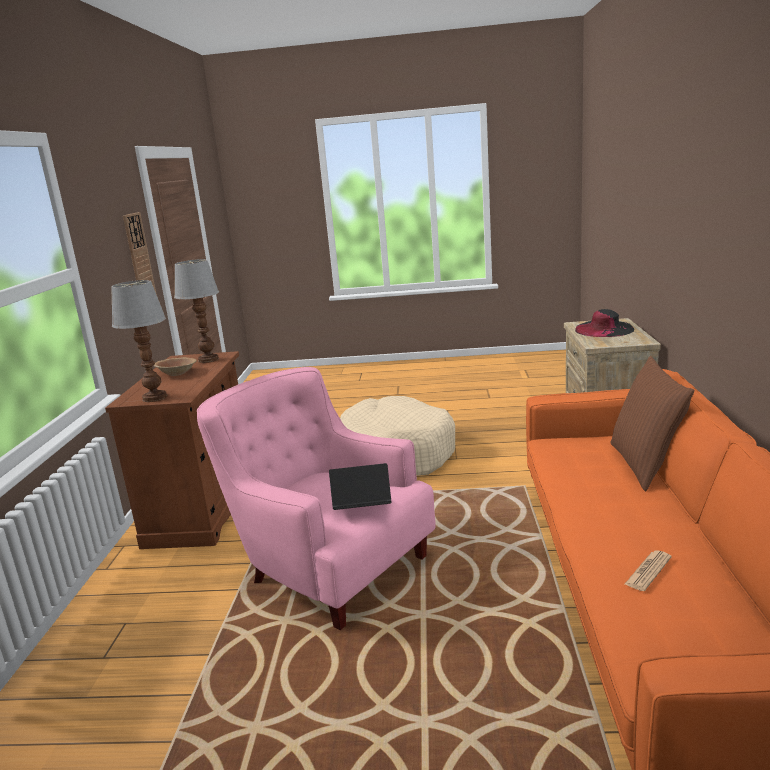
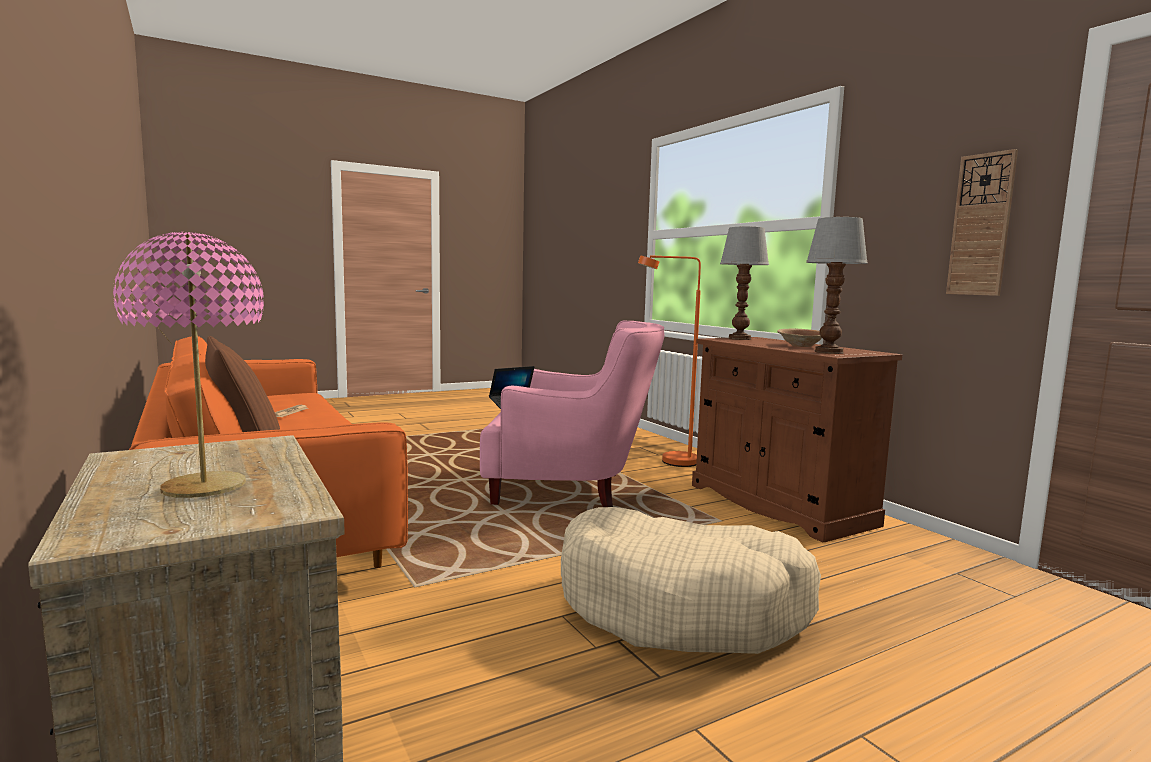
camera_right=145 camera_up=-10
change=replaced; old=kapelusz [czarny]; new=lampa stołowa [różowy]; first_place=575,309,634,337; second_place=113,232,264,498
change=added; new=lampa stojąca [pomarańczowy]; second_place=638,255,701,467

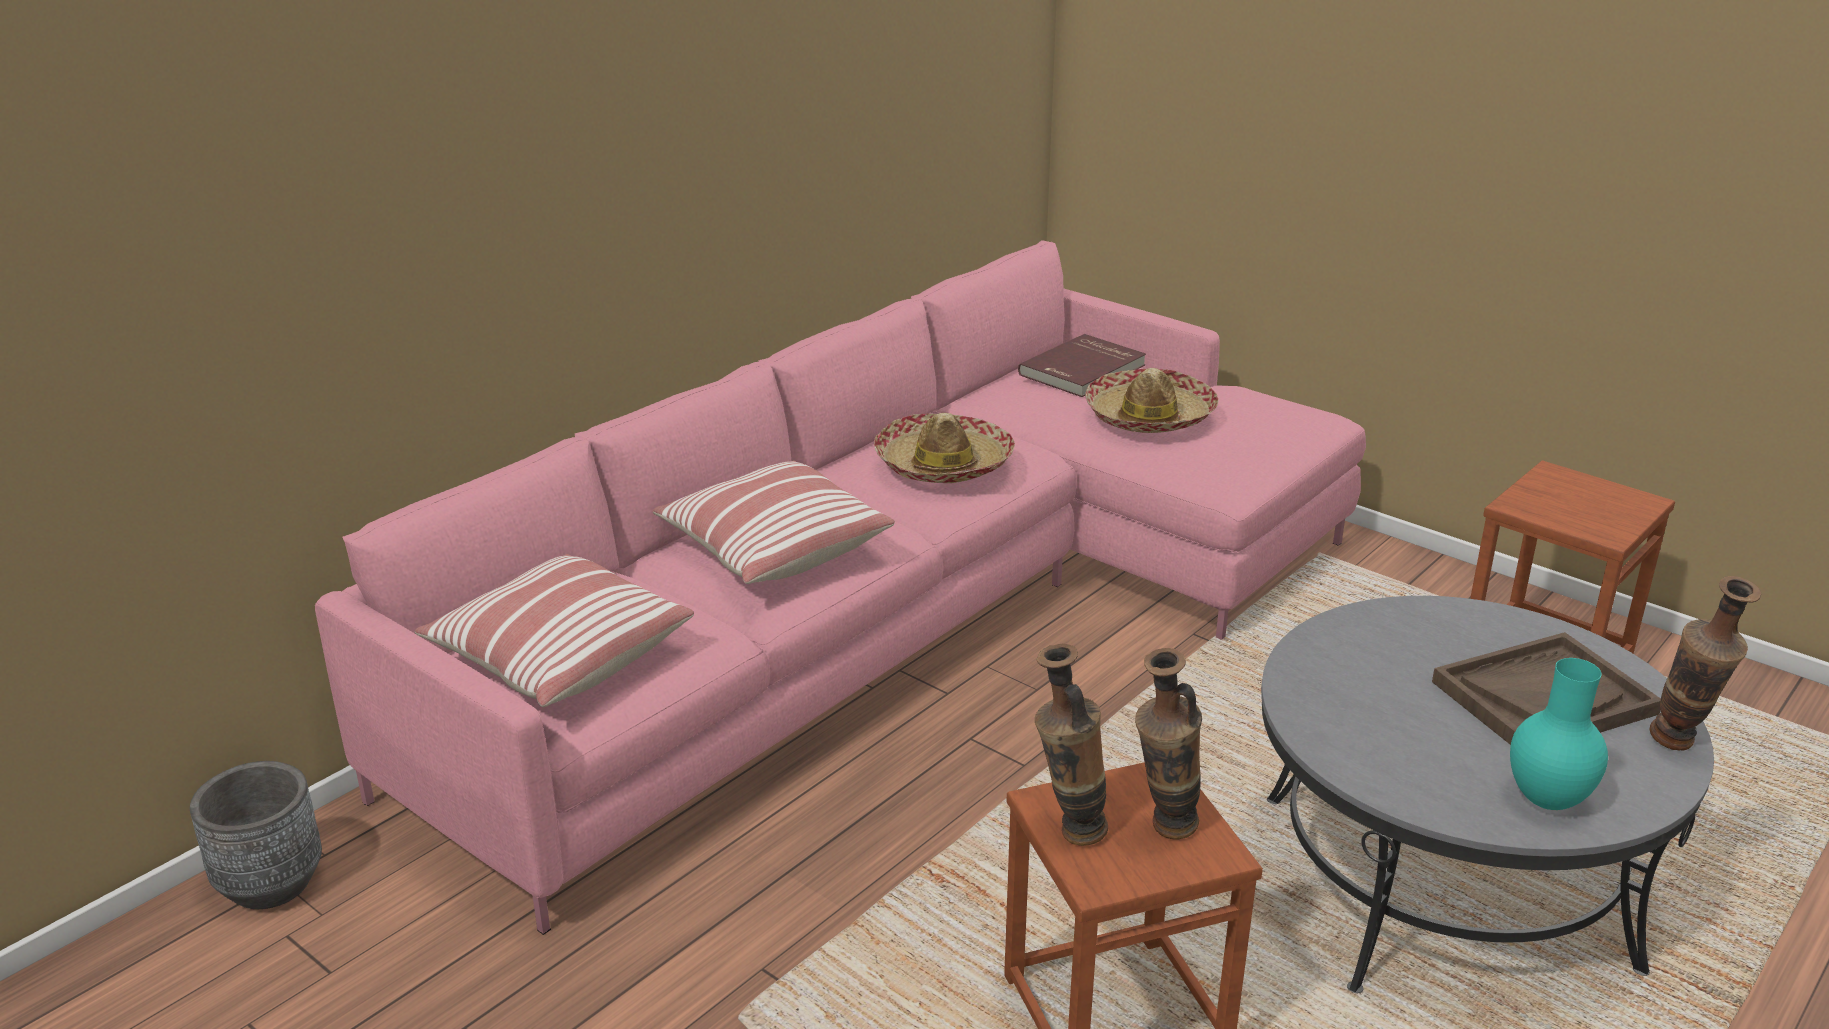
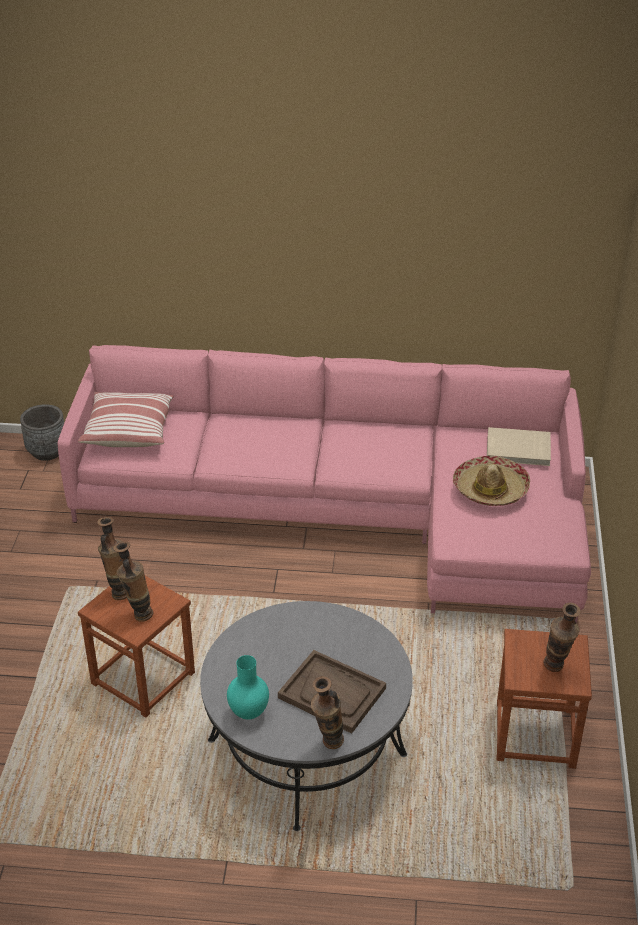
camera_right=55 camera_up=10
change=recoloured; old=książka [czerwony]; new=książka [beżowy]; first_place=1018,334,1146,397; second_place=487,427,551,466
change=removed; old=kapelusz; first_place=874,413,1015,483
change=removed; old=poduszka; first_place=653,461,895,584
change=added; new=wazon; second_place=544,602,581,672

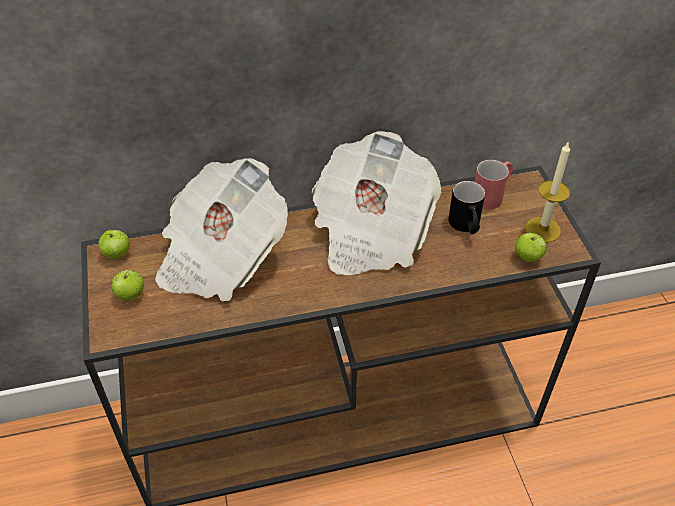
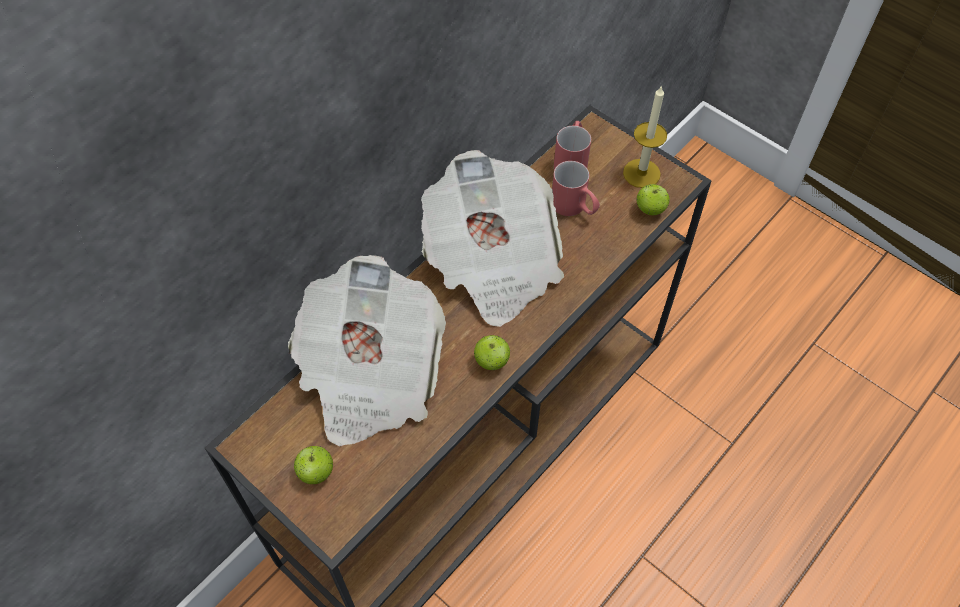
camera_right=-35 camera_up=10
change=recoloured; old=kubek [czarny]; new=kubek [czerwony]; first_place=448,181,485,234; second_place=552,161,600,216
change=moved; old=jabłko; first_place=98,230,130,259; second_place=474,335,510,370

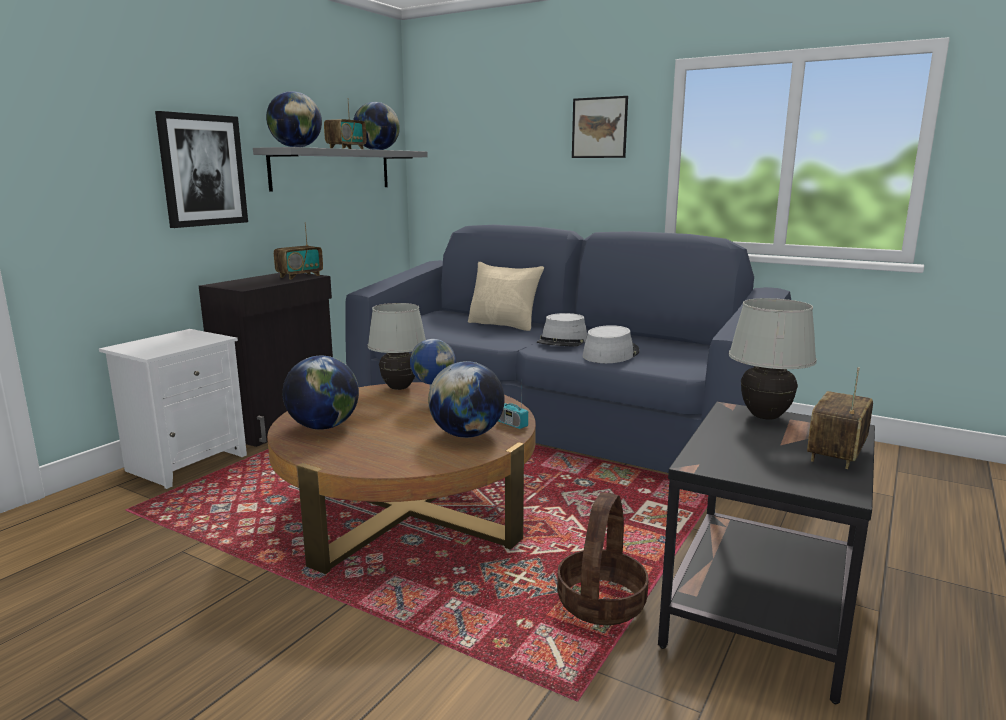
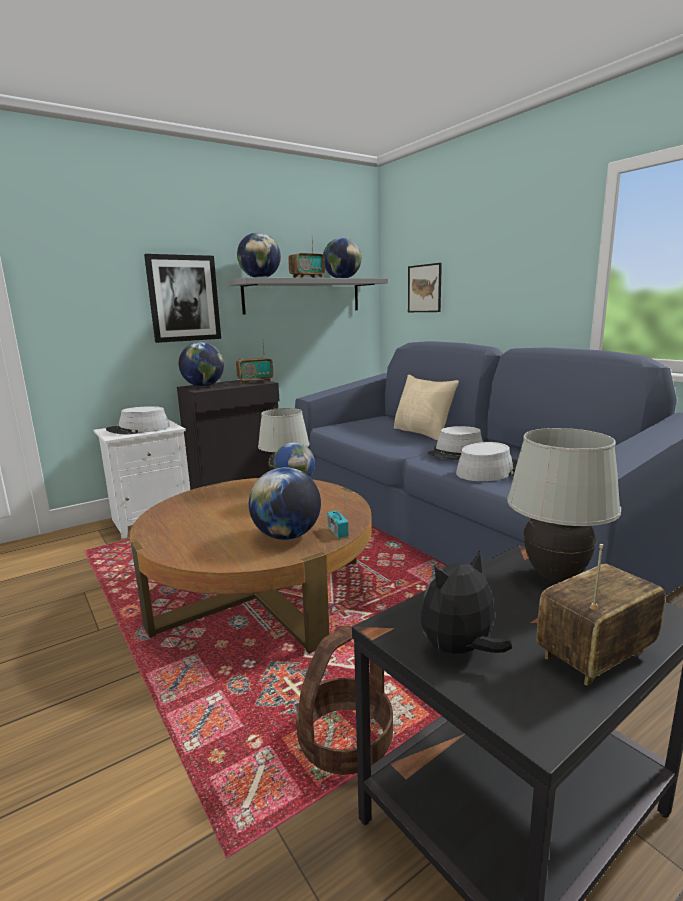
camera_right=25 camera_up=0
change=moved; old=obraz; first_place=572,96,628,158; second_place=408,263,442,312
change=moved; old=globus; first_place=282,356,359,429; second_place=179,342,224,387
change=added; new=kapelusz [szary]; second_place=106,406,170,435
change=added; new=pluszak; second_place=421,550,512,654

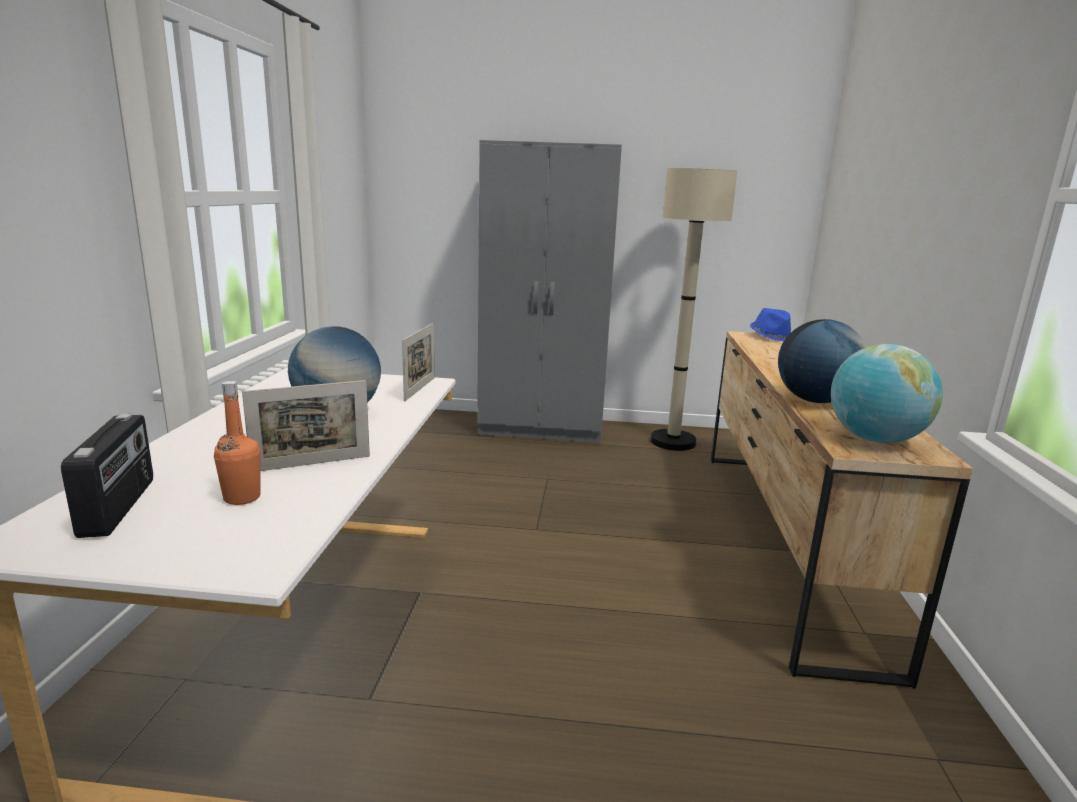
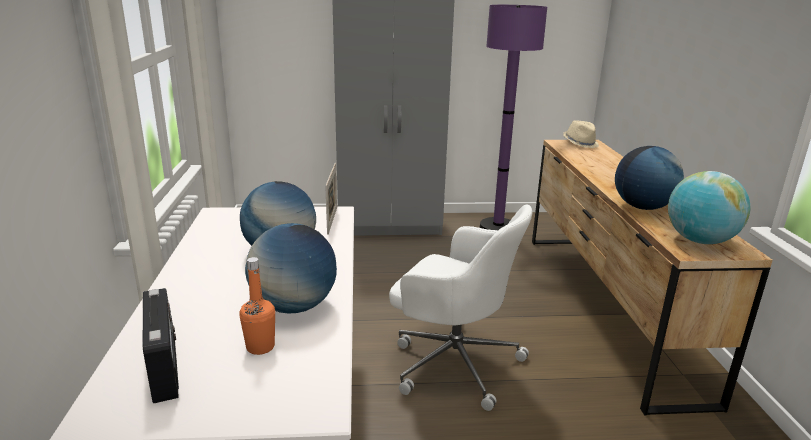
camera_right=-10 camera_up=5
change=recoloured; old=lampa stojąca [beżowy]; new=lampa stojąca [fioletowy]; first_place=650,168,737,451; second_place=480,5,547,230
change=recoloured; old=kapelusz [niebieski]; new=kapelusz [beżowy]; first_place=750,308,791,341; second_place=563,120,599,148
change=replaced; old=ramka na zdjęcie; new=globus; first_place=242,380,370,471; second_place=245,223,337,314
change=added; new=krzesło biurowe [biały]; second_place=389,205,532,411

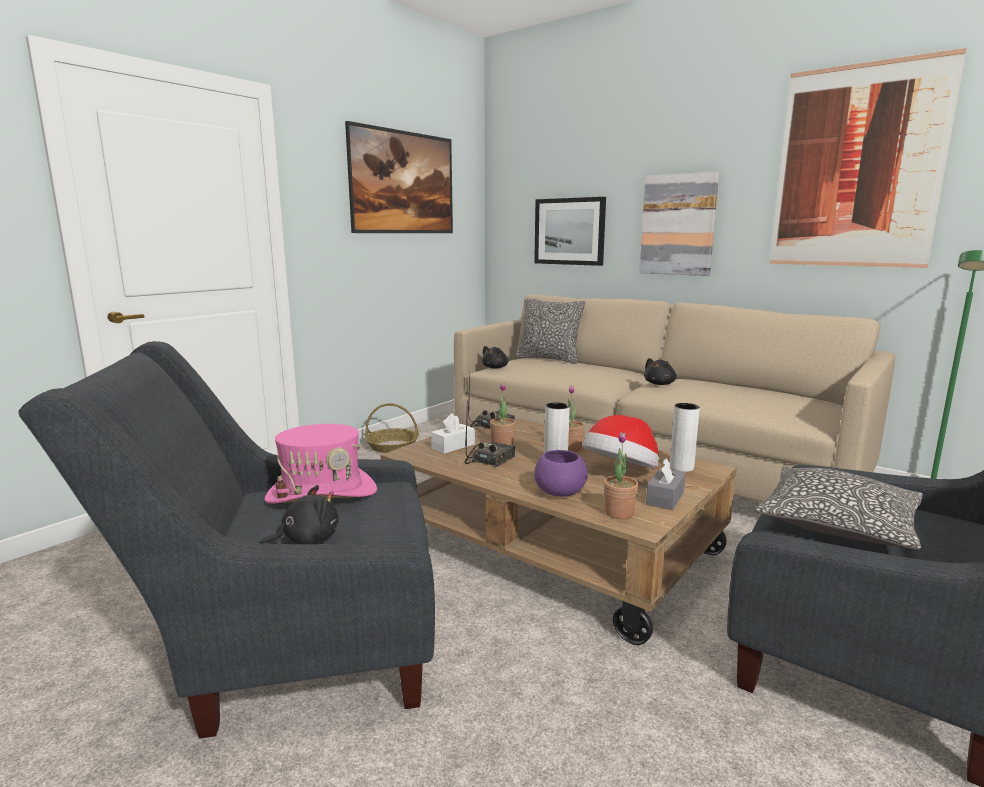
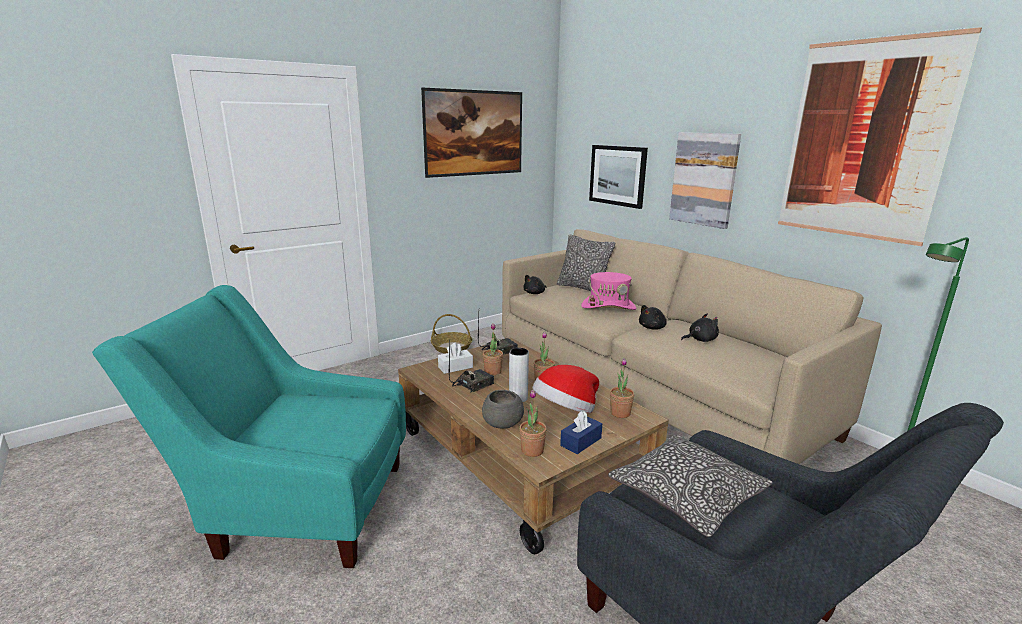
camera_right=15 camera_up=5
change=recoloured; old=fotel [szary]; new=fotel [turkusowy]; first_place=18,341,435,739; second_place=92,285,406,568
change=replaced; old=wazon [biały]; new=roślina doniczkowa; first_place=670,403,700,472; second_place=610,358,634,418
change=moved; old=kapelusz [różowy]; first_place=264,424,377,504; second_place=581,272,637,310
change=recoloured; old=miska [fioletowy]; new=miska [szary]; first_place=534,450,588,497; second_place=482,390,524,429
change=recoloured; old=pudełko chusteczek [szary]; new=pudełko chusteczek [niebieski]; first_place=646,458,686,510; second_place=560,411,602,454
change=moved; old=pluszak [czarny]; first_place=259,485,339,544; second_place=681,313,719,342

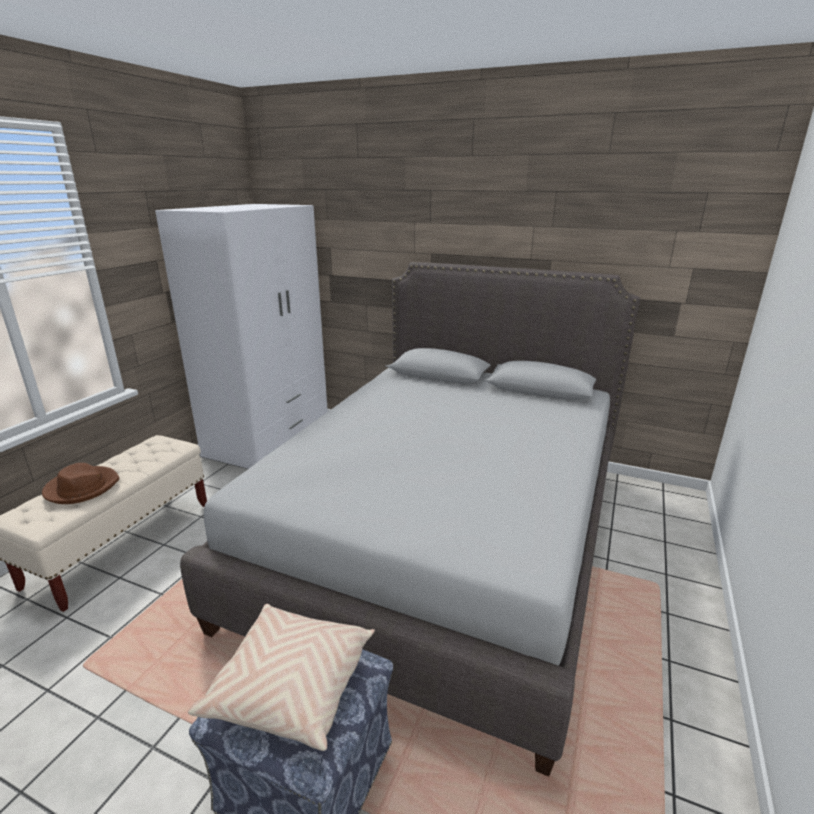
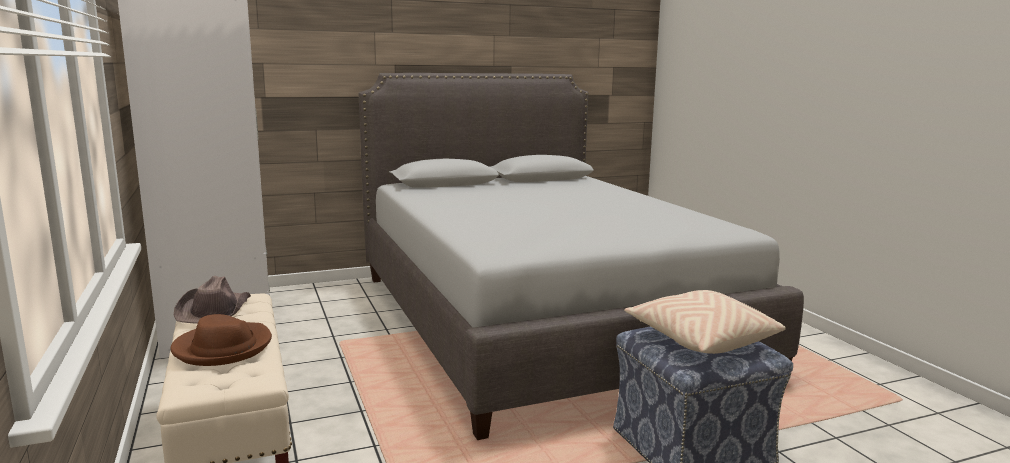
camera_right=-45 camera_up=-10
change=added; new=kapelusz [brązowy]; second_place=173,276,251,324

